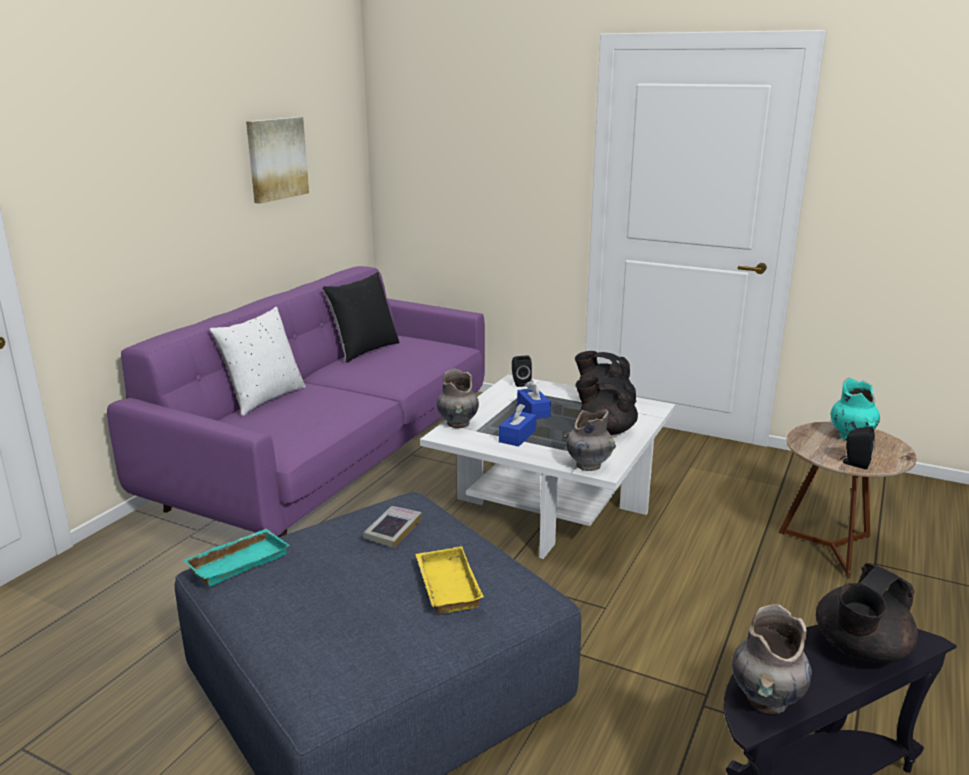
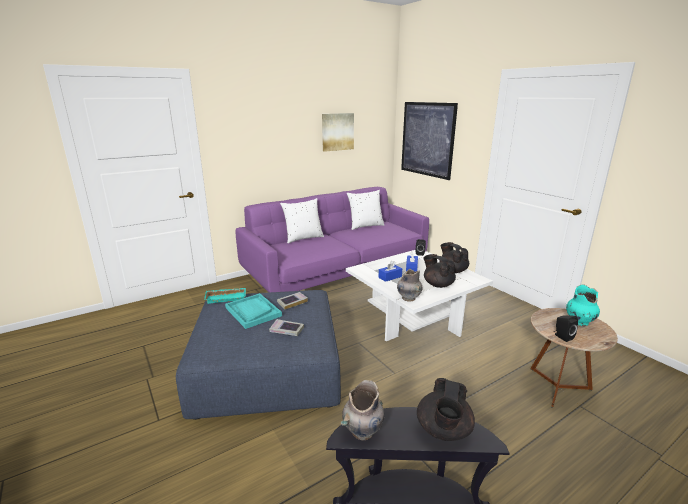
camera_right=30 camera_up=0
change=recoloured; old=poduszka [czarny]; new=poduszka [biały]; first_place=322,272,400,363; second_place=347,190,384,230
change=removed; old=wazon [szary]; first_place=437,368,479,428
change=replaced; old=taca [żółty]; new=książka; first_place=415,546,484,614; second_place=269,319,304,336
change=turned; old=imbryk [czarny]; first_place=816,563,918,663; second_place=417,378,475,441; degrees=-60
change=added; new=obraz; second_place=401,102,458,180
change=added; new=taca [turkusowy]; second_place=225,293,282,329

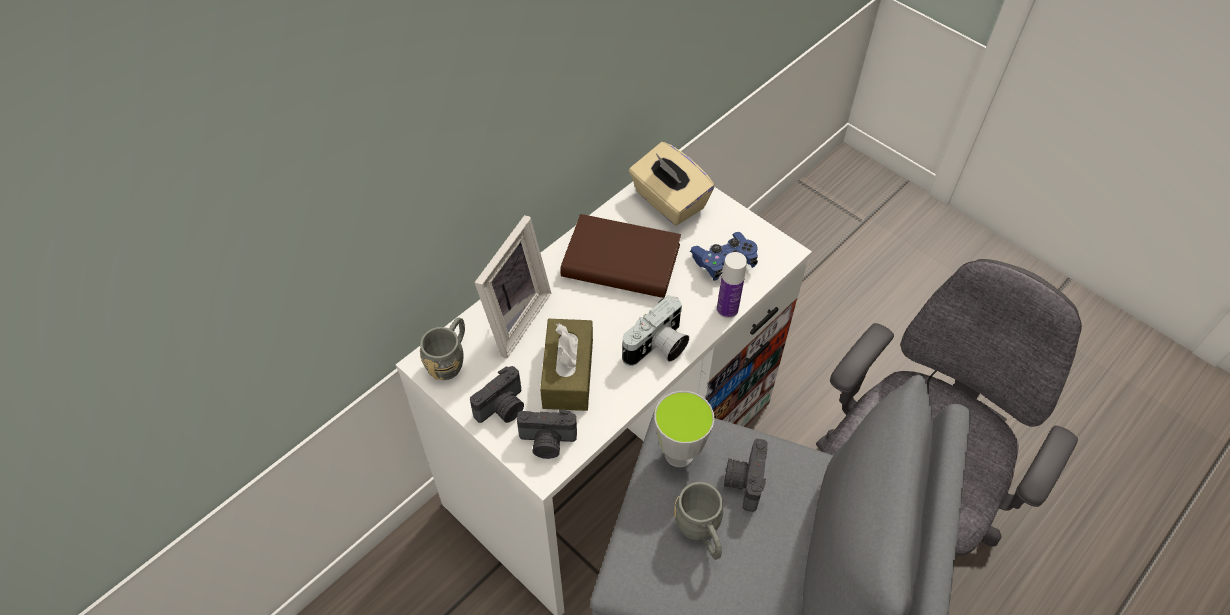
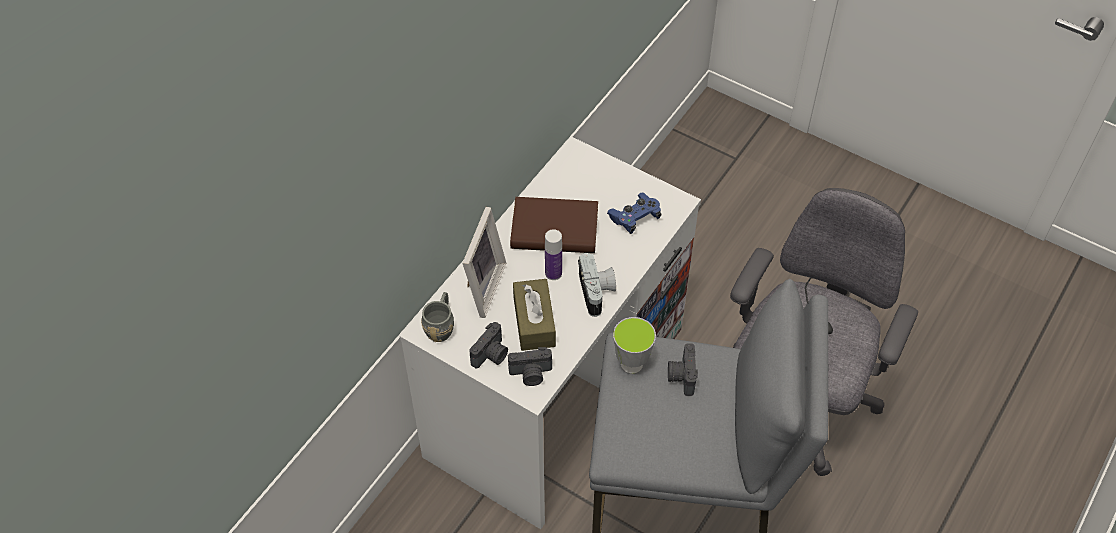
camera_right=-10 camera_up=0
change=removed; old=pudełko chusteczek [beżowy]; first_place=629,142,715,225
change=moved; old=butelka; first_place=717,252,747,318; second_place=545,229,562,280
change=turned; old=aparat fotograficzny; first_place=622,295,689,366; second_place=578,253,616,317; degrees=-45
change=removed; old=kubek [szary]; first_place=674,482,723,560

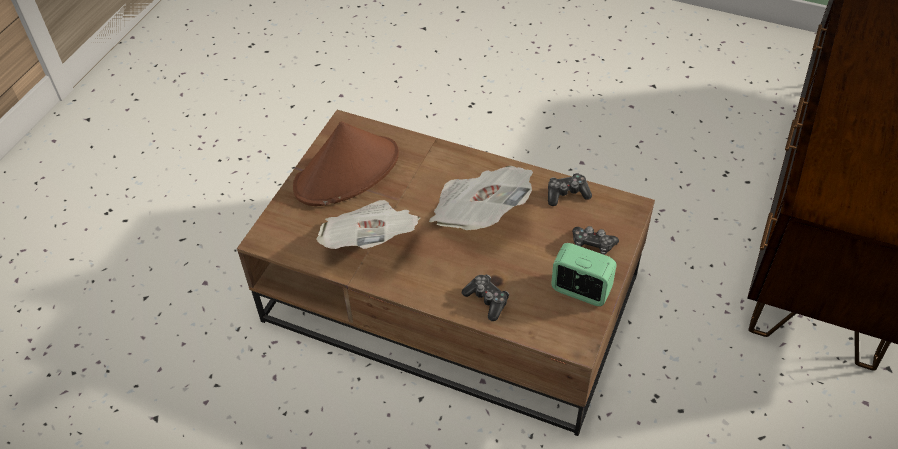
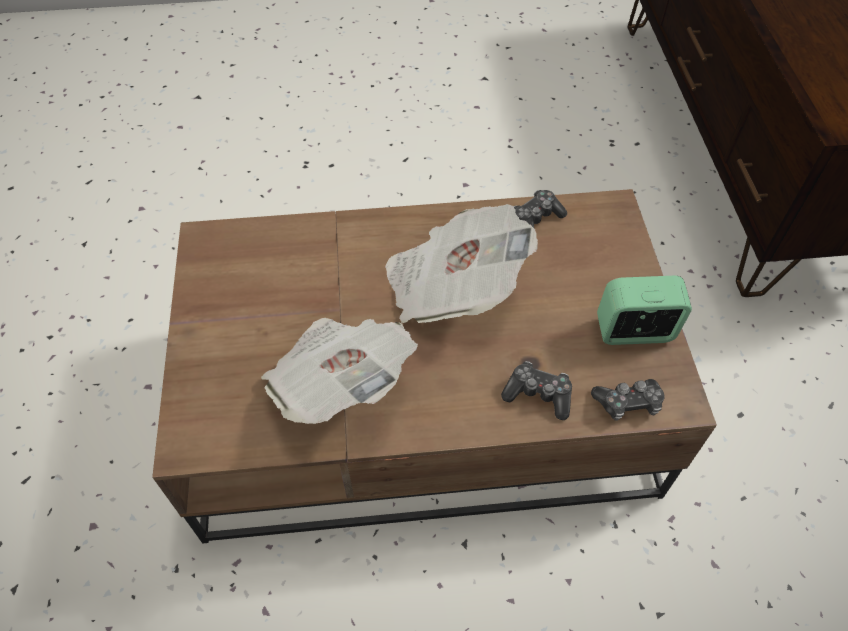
camera_right=-30 camera_up=5
change=removed; old=kapelusz [brązowy]; first_place=293,121,399,206
change=moved; old=pad do gier; first_place=572,226,619,255; second_place=591,379,665,421

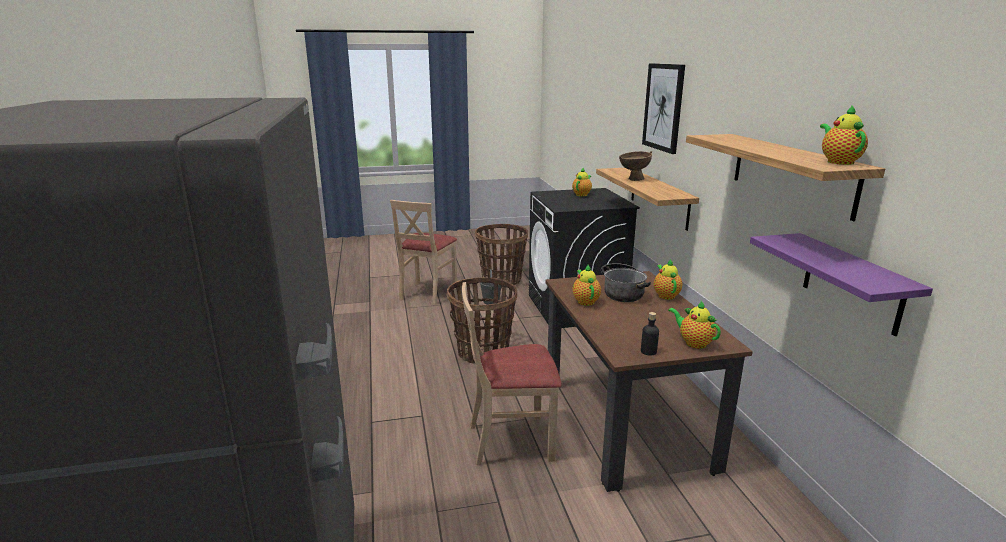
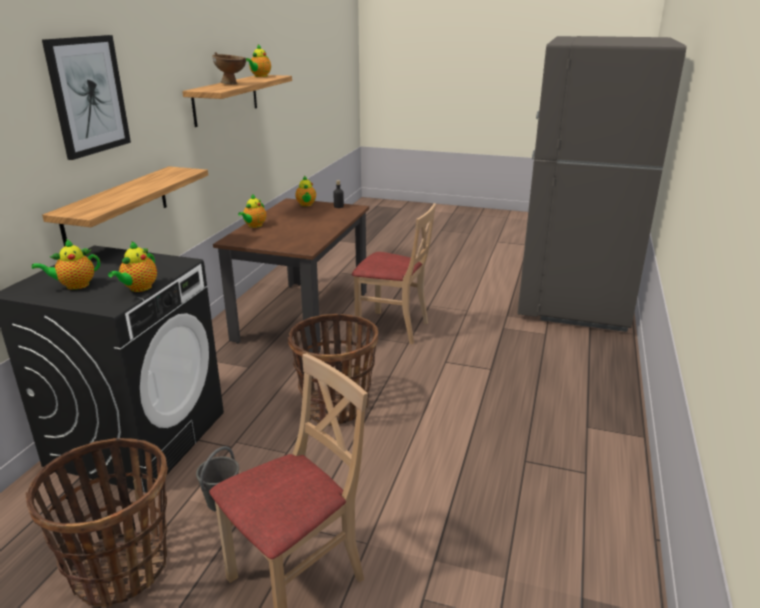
camera_right=-150 camera_up=5
change=moved; old=miska [brązowy]; first_place=619,151,652,181; second_place=213,52,246,84
change=removed; old=półka [fioletowy]; first_place=750,233,933,336
change=removed; old=garnek; first_place=601,263,651,302
change=moved; old=imbryk; first_place=572,265,601,306; second_place=108,241,157,292

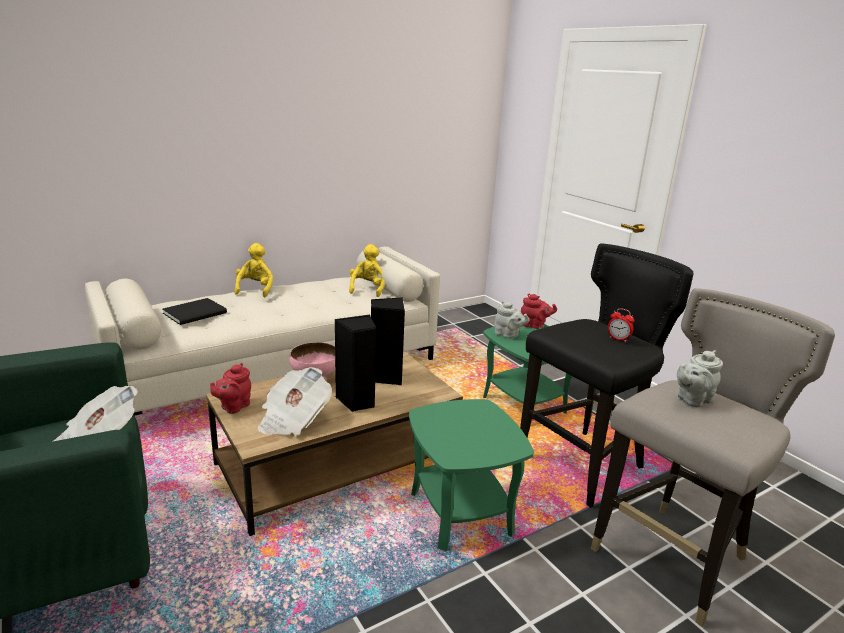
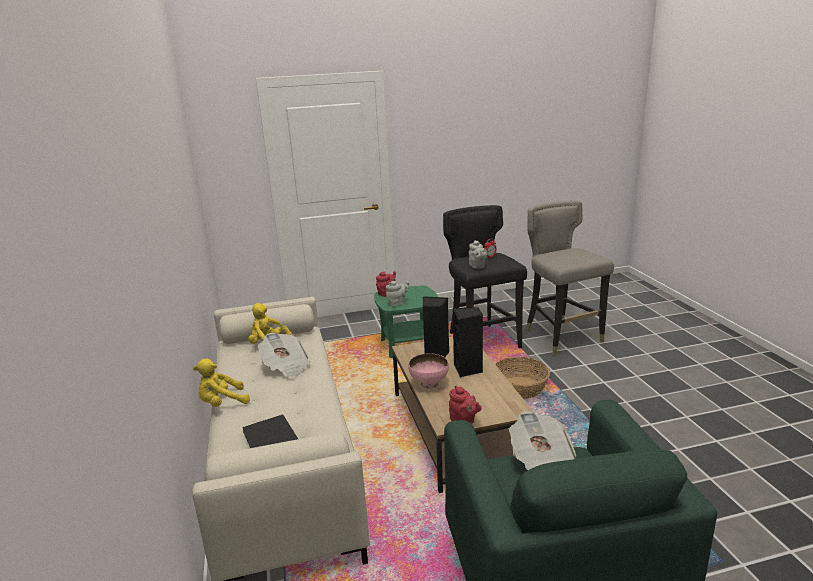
camera_right=-70 camera_up=0
change=turned; old=pluszak [żółty]; first_place=234,243,273,297; second_place=193,359,250,407; degrees=-45
change=moved; old=imbryk [szary]; first_place=677,350,723,407; second_place=469,240,487,269
change=moved; old=gazeta; first_place=258,367,332,436; second_place=258,333,311,378
change=replaced; old=stolik [zielony]; new=koszyk; first_place=409,399,534,551; second_place=495,357,550,399

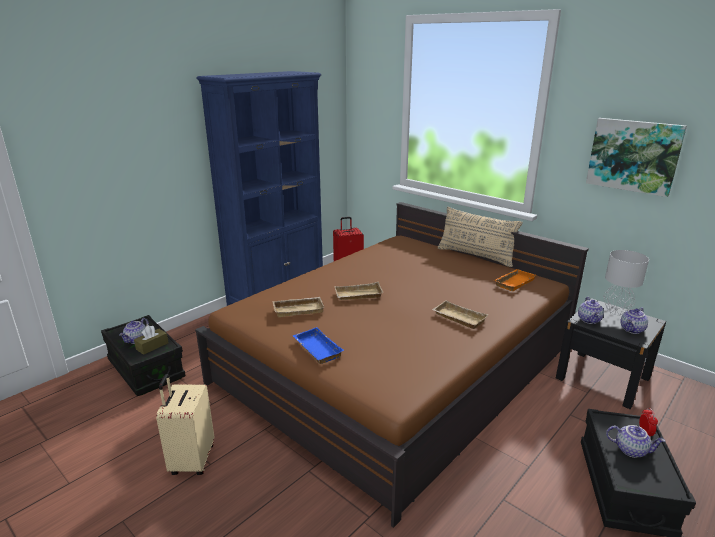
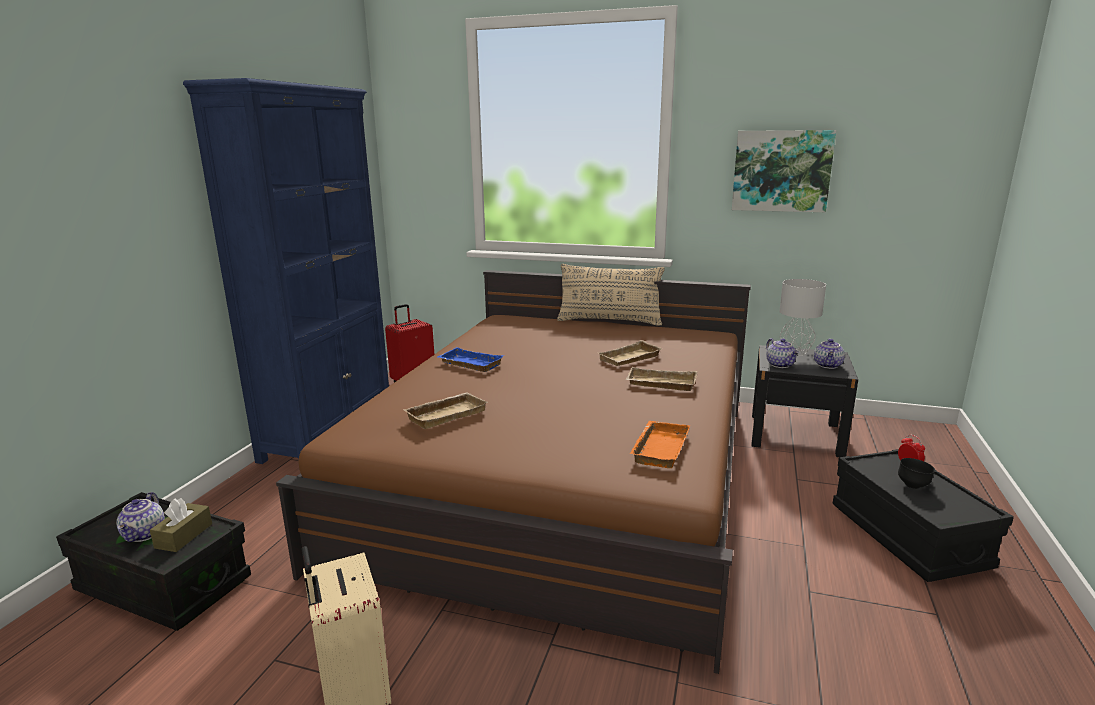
camera_right=-25 camera_up=-5
change=moved; old=taca [pomarańczowy]; first_place=494,269,536,291; second_place=630,421,690,468
change=moved; old=taca [beżowy]; first_place=334,282,383,300; second_place=599,340,663,366
change=moved; old=taca [niebieski]; first_place=293,327,344,364; second_place=437,347,504,372
change=replaced; old=imbryk; new=miska [czarny]; first_place=606,425,665,458; second_place=898,458,935,489

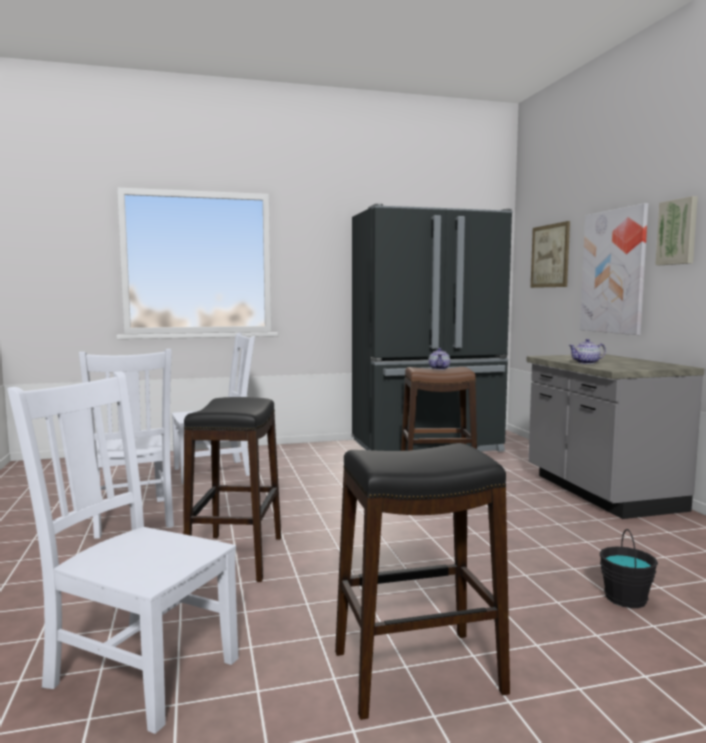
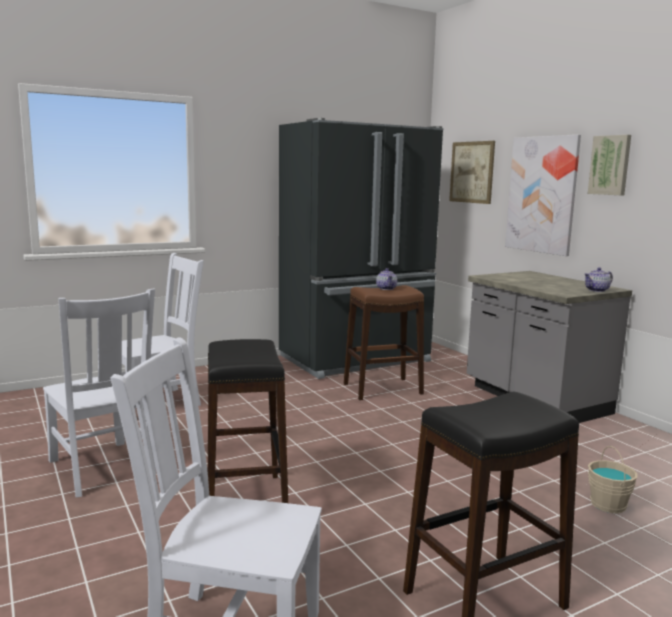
camera_right=-15 camera_up=5
change=moved; old=imbryk; first_place=568,339,606,364; second_place=584,267,613,292
change=recoloured; old=wiadro [czarny]; new=wiadro [beżowy]; first_place=600,529,658,608; second_place=588,446,638,513

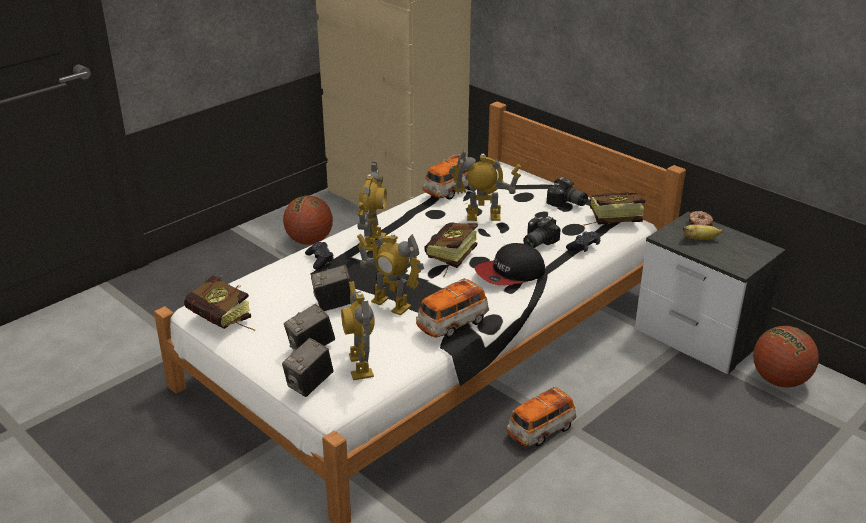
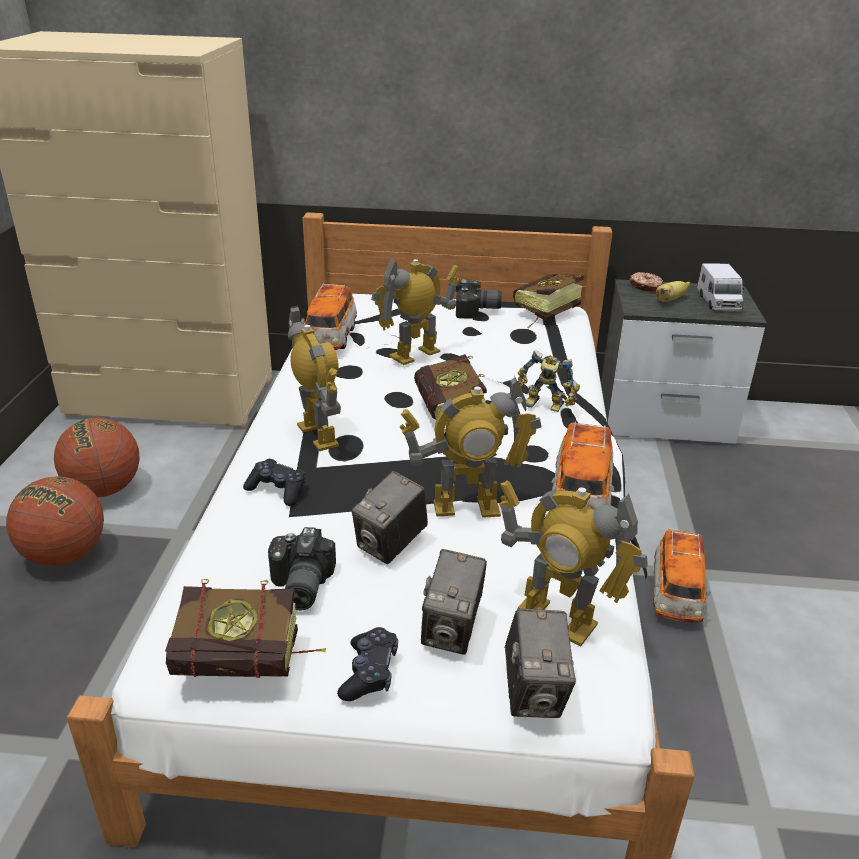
camera_right=-40 camera_up=0
change=moved; old=aparat fotograficzny; first_place=523,216,561,248; second_place=268,527,336,610
change=moved; old=pad do gier [czarny]; first_place=566,232,601,252; second_place=337,627,398,701
change=replaced; old=czapka z daszkiem; new=robot zabawkowy; first_place=475,243,545,286; second_place=518,350,580,412
change=moved; old=piłka do koszykówki; first_place=753,326,819,388; second_place=6,476,104,566
change=added; new=ciężarówka zabawkowa; second_place=697,263,745,311

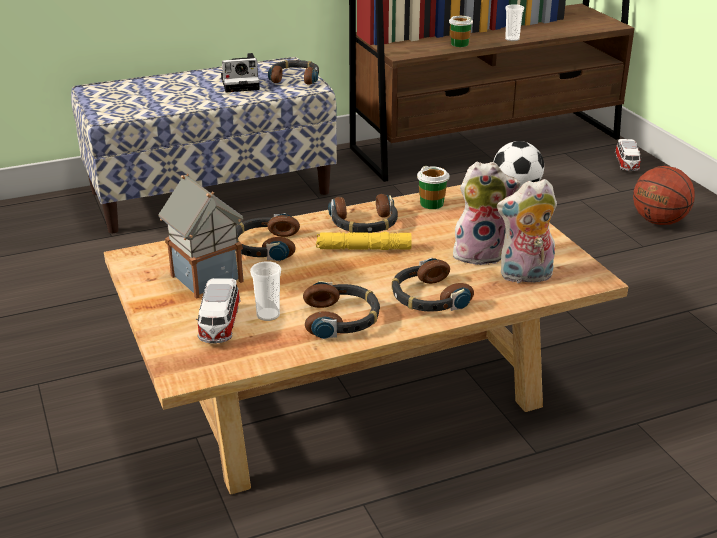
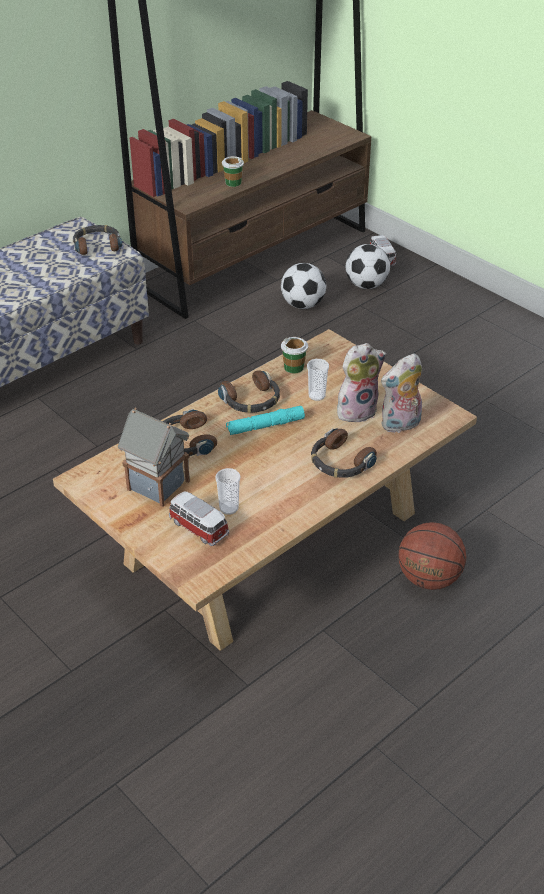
camera_right=-20 camera_up=10
change=moved; old=filiżanka; first_place=505,4,524,41; second_place=307,359,329,401
change=removed; old=aparat fotograficzny; first_place=221,53,260,93
change=moved; old=piłka do koszykówki; first_place=633,166,695,225; second_place=398,522,466,590
change=recoloured; old=latarka [żółty]; new=latarka [turkusowy]; first_place=316,232,412,250; second_place=226,406,305,435
change=turned; old=samochodzik; first_place=196,278,241,344; second_place=169,491,229,546; degrees=150
change=removed; old=słuchawki; first_place=303,281,380,339
change=added; new=piłka futbolowa; second_place=346,244,390,289

